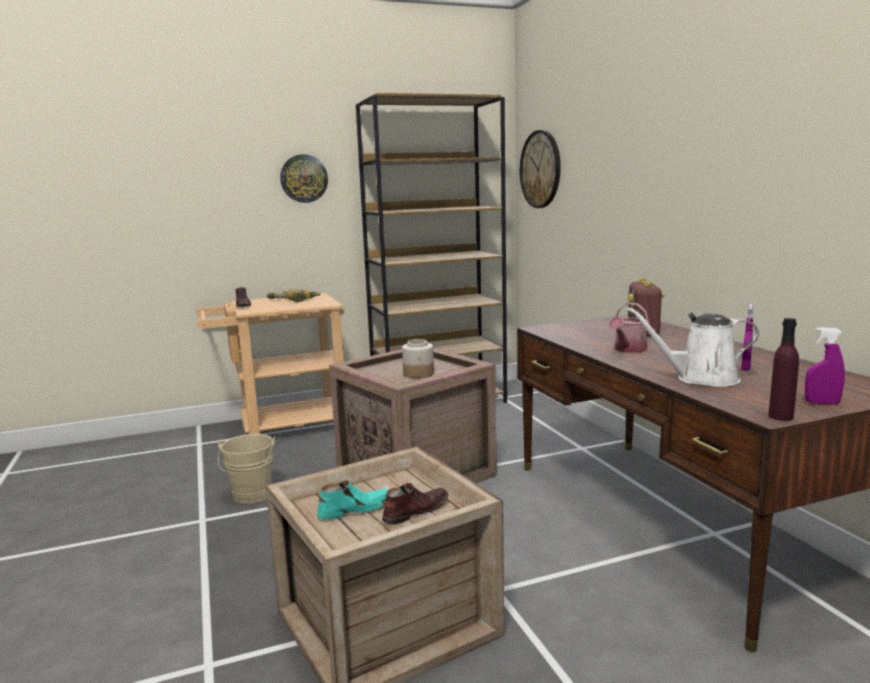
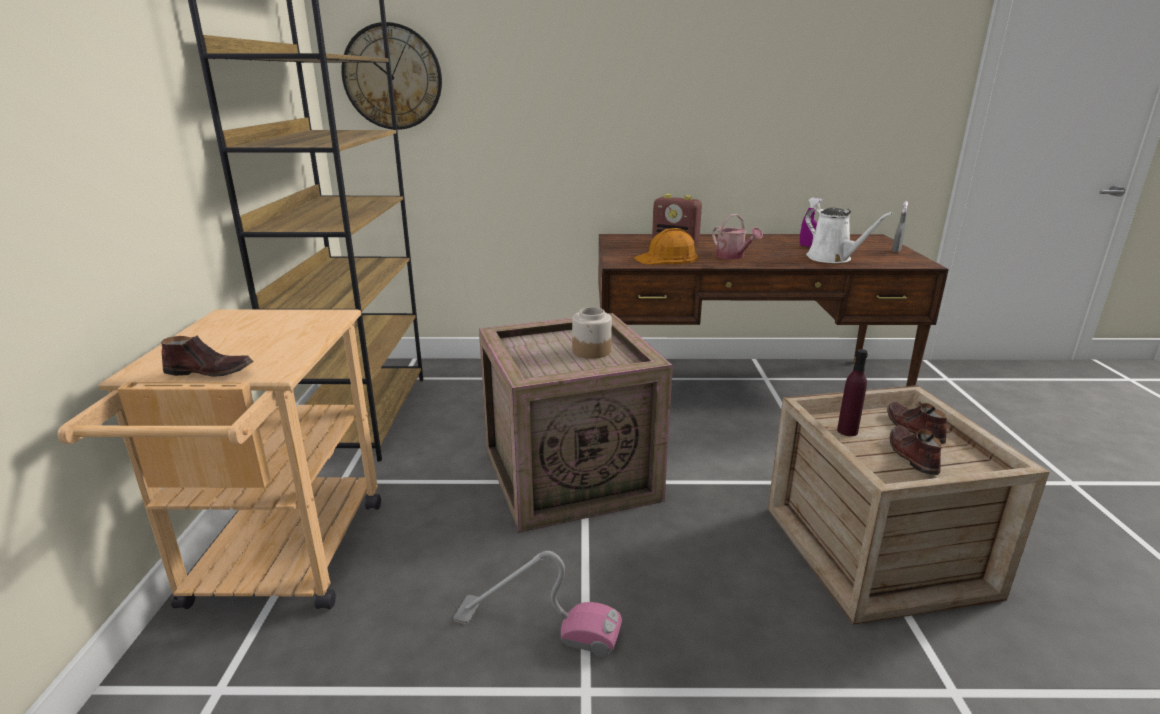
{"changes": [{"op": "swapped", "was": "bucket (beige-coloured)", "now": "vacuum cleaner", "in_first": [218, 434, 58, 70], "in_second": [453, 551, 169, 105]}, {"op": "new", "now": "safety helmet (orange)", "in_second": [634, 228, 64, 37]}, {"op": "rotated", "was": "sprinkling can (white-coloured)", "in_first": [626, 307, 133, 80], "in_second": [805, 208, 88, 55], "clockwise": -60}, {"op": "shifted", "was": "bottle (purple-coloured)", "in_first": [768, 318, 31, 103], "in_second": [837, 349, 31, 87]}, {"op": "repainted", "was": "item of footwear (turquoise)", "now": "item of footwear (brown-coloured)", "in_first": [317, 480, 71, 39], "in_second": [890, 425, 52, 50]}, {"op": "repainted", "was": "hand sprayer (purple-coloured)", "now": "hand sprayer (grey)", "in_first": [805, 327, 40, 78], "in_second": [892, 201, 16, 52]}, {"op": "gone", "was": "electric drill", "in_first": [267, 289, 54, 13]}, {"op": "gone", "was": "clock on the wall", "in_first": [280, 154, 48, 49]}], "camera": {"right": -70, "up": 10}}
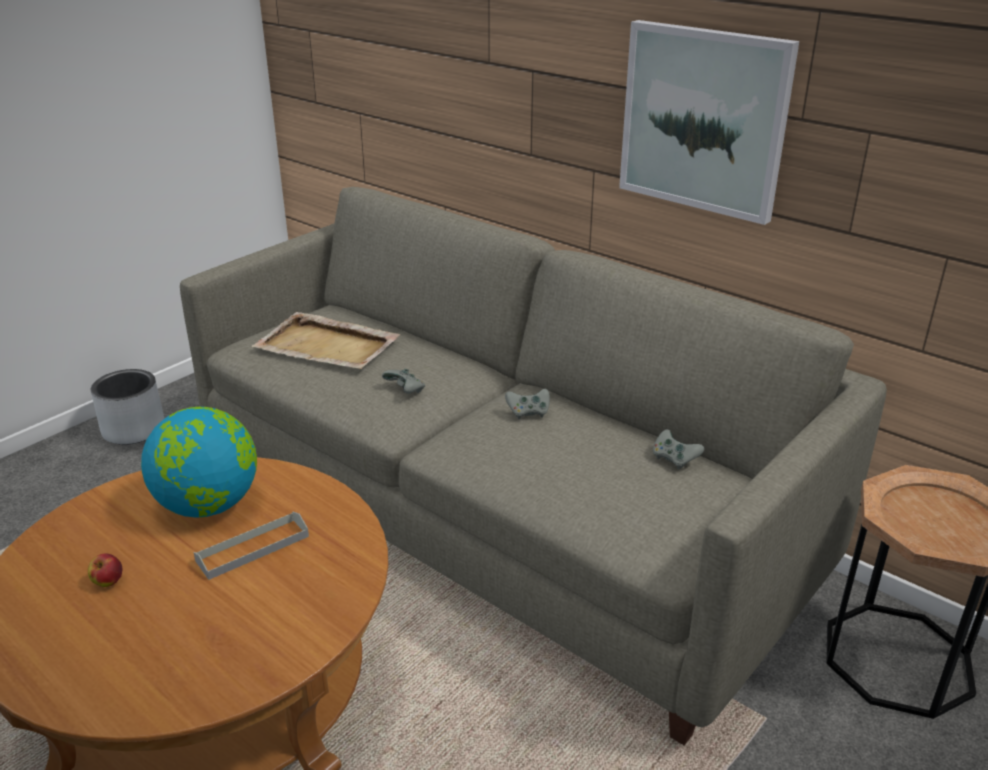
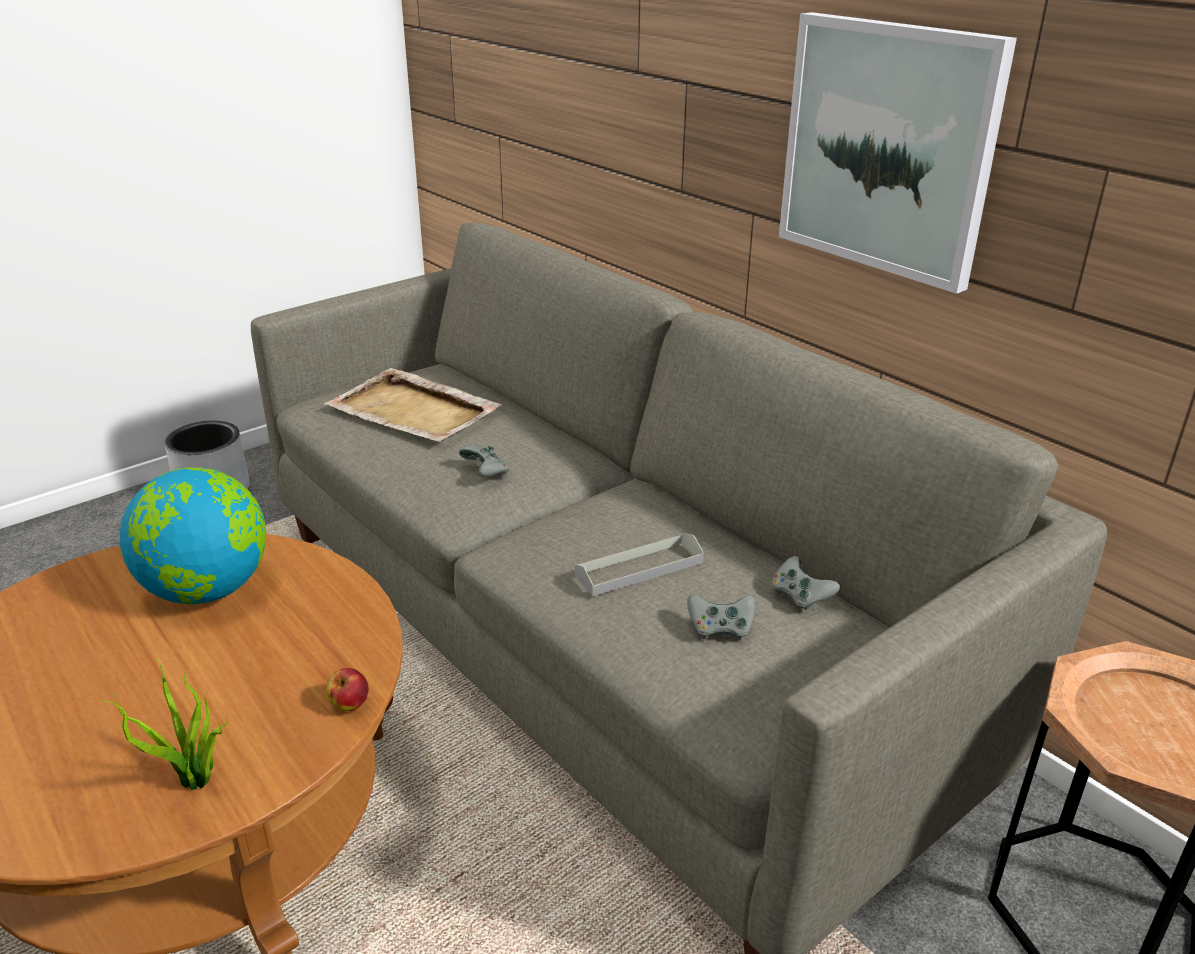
{"changes": [{"op": "new", "now": "potted plant", "in_second": [101, 657, 127, 133]}, {"op": "shifted", "was": "whole apple", "in_first": [88, 553, 35, 34], "in_second": [326, 668, 43, 43]}, {"op": "shifted", "was": "carrying tray (grey)", "in_first": [194, 512, 115, 68], "in_second": [575, 533, 129, 63]}, {"op": "shifted", "was": "gamepad (grey)", "in_first": [505, 389, 45, 30], "in_second": [687, 594, 68, 46]}], "camera": {"right": 10, "up": 0}}
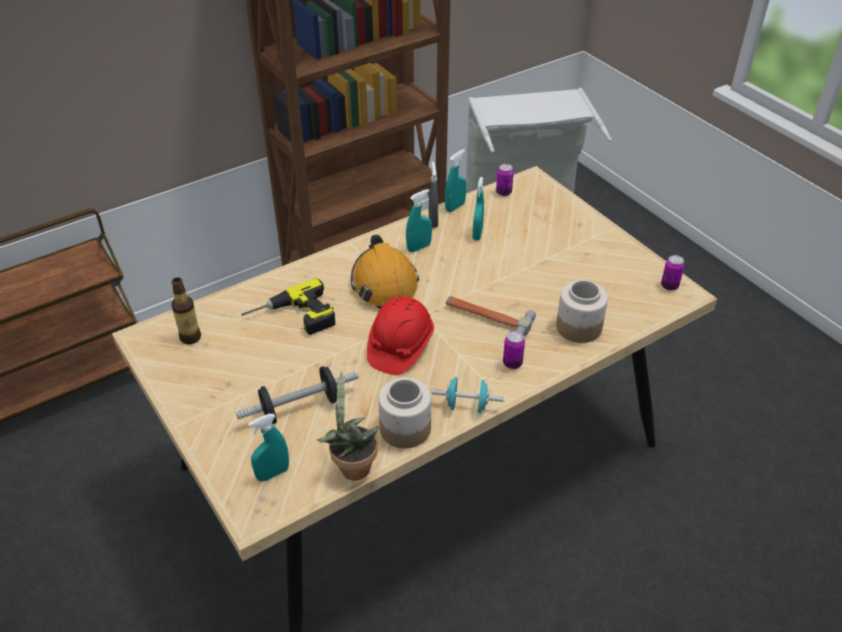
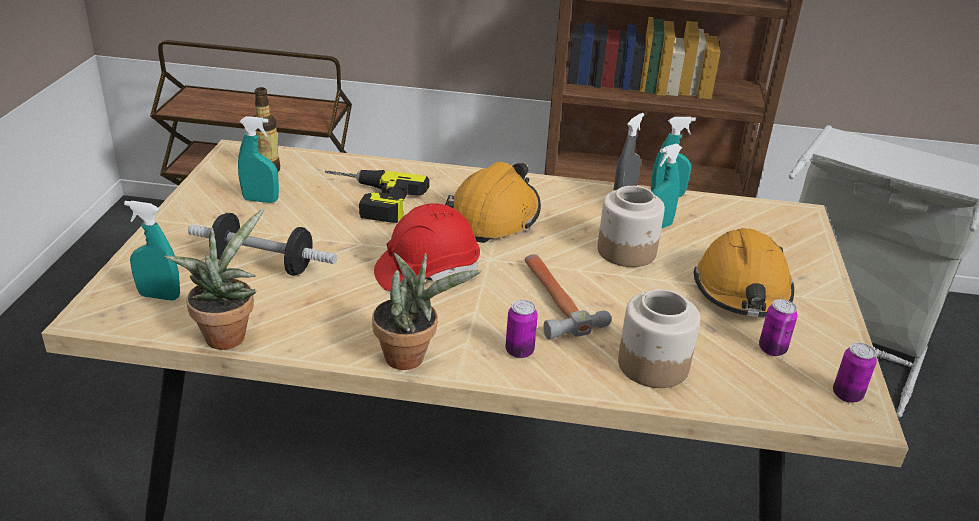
{"changes": [{"op": "shifted", "was": "hand sprayer (turquoise)", "in_first": [406, 189, 26, 63], "in_second": [238, 116, 41, 87]}, {"op": "swapped", "was": "hand weight (turquoise)", "now": "potted plant", "in_first": [432, 377, 72, 36], "in_second": [372, 252, 109, 118]}, {"op": "shifted", "was": "storage jar", "in_first": [378, 378, 53, 70], "in_second": [597, 186, 68, 81]}, {"op": "new", "now": "safety helmet (orange)", "in_second": [693, 228, 101, 89]}, {"op": "shifted", "was": "can", "in_first": [496, 164, 18, 32], "in_second": [759, 299, 39, 57]}], "camera": {"right": 40, "up": -10}}
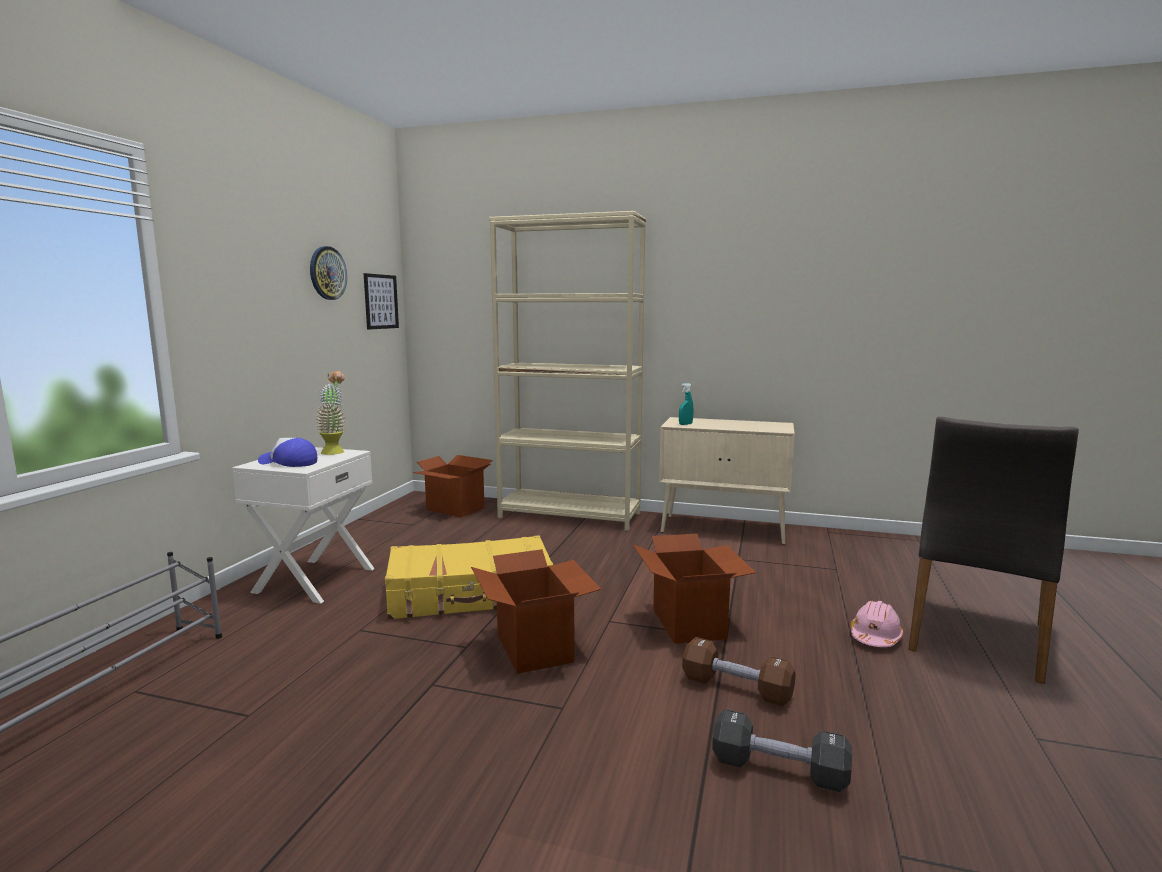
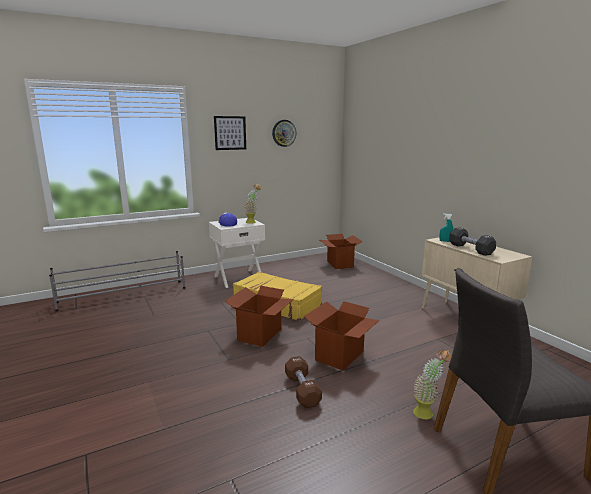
{"changes": [{"op": "shifted", "was": "wall art", "in_first": [364, 273, 35, 57], "in_second": [214, 116, 32, 34]}, {"op": "swapped", "was": "safety helmet (pinkish)", "now": "potted plant", "in_first": [851, 601, 52, 46], "in_second": [413, 350, 39, 69]}, {"op": "shifted", "was": "hand weight (black)", "in_first": [712, 709, 140, 83], "in_second": [449, 228, 47, 28]}, {"op": "gone", "was": "shelving unit (beige-coloured)", "in_first": [489, 211, 157, 320]}], "camera": {"right": 45, "up": 5}}
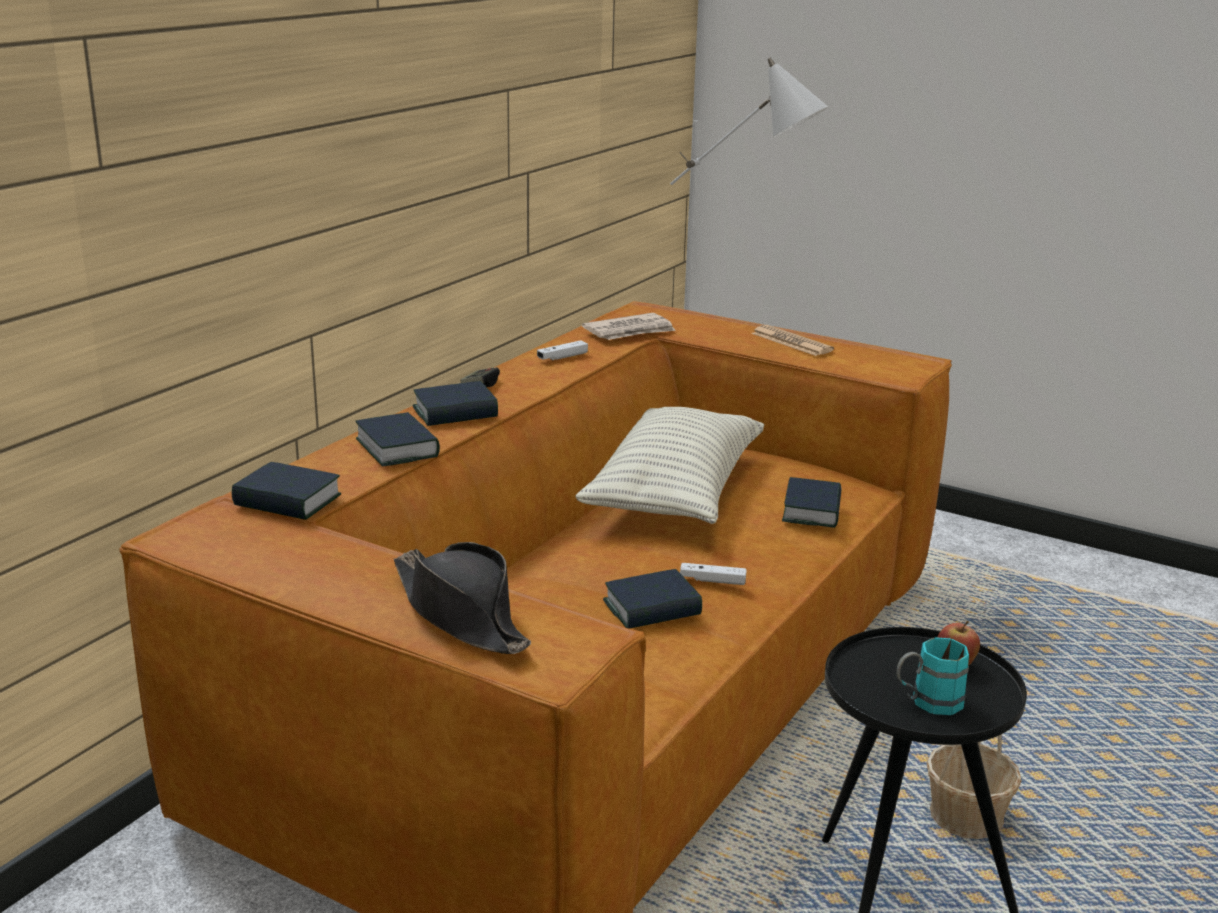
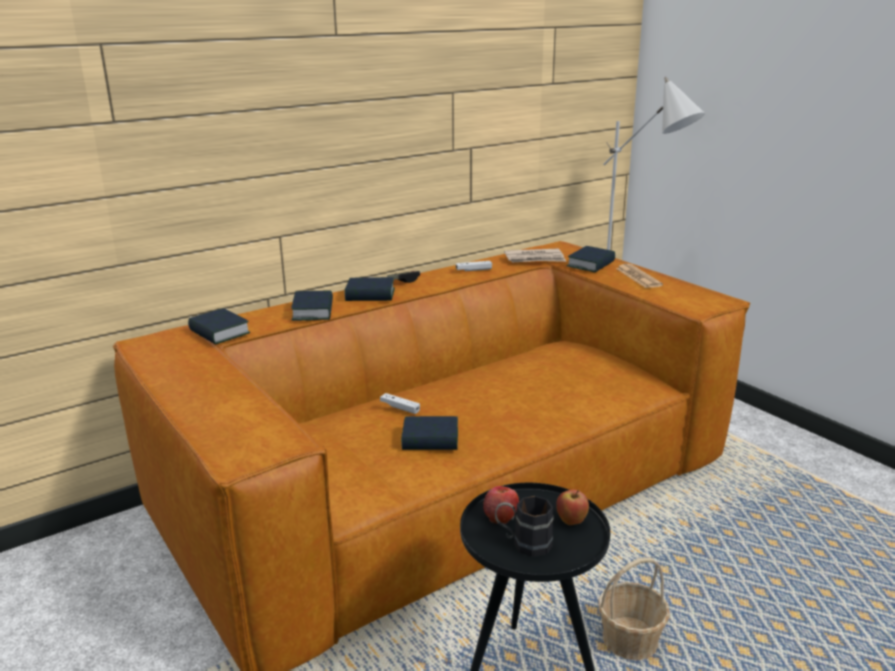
{"changes": [{"op": "shifted", "was": "gamepad (white-coloured)", "in_first": [680, 563, 67, 22], "in_second": [380, 393, 40, 21]}, {"op": "new", "now": "whole apple", "in_second": [483, 486, 36, 38]}, {"op": "repainted", "was": "mug (turquoise)", "now": "mug (black)", "in_first": [896, 637, 73, 78], "in_second": [495, 496, 59, 61]}, {"op": "shifted", "was": "volume", "in_first": [782, 477, 59, 51], "in_second": [567, 246, 48, 26]}, {"op": "gone", "was": "clothing hat (black)", "in_first": [394, 542, 137, 112]}, {"op": "gone", "was": "cushion", "in_first": [575, 407, 189, 117]}], "camera": {"right": 25, "up": 0}}
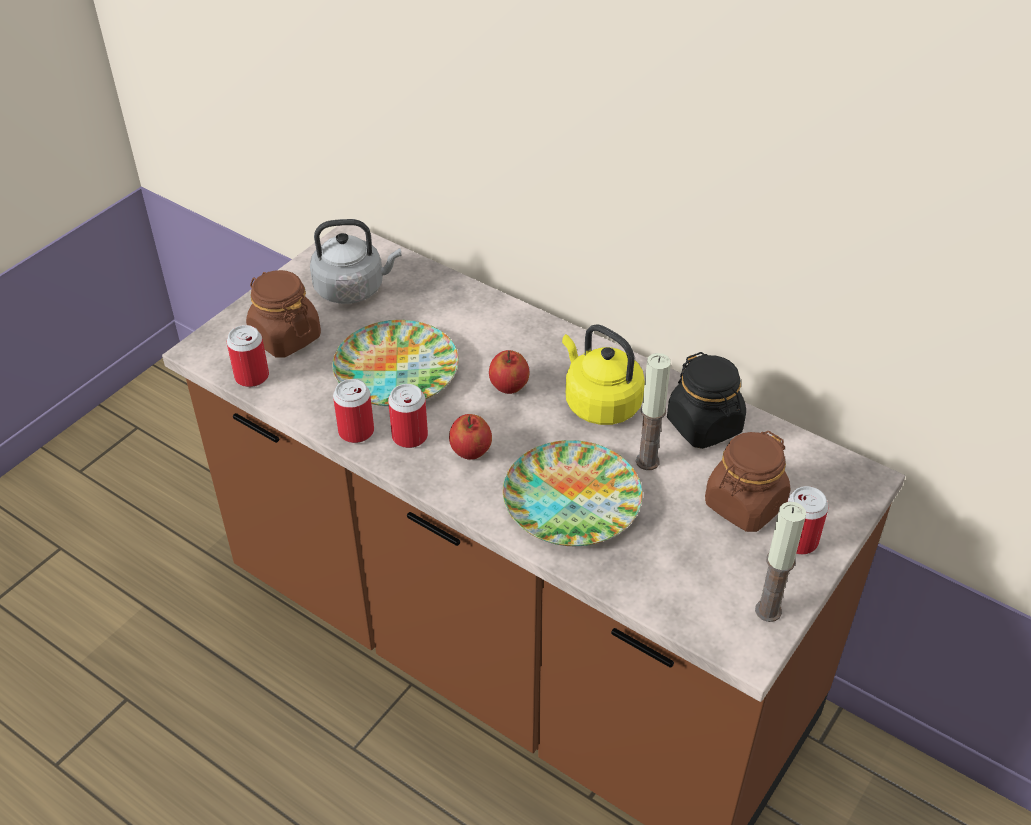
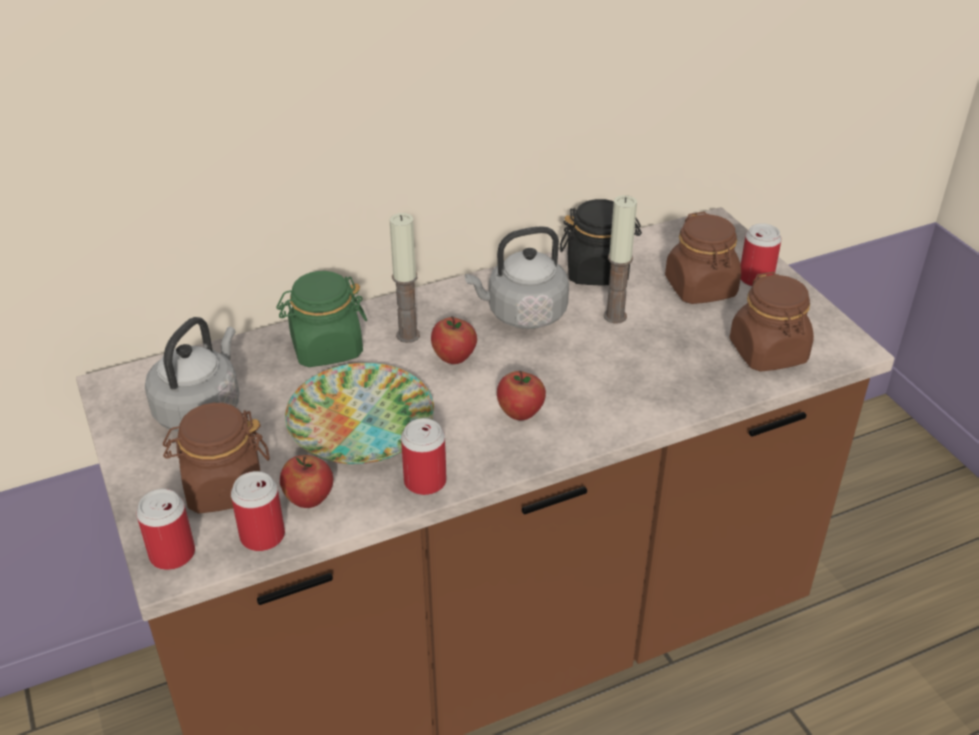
{"changes": [{"op": "shifted", "was": "can", "in_first": [388, 384, 40, 64], "in_second": [136, 489, 59, 81]}, {"op": "new", "now": "storage jar (green)", "in_second": [276, 271, 91, 96]}, {"op": "new", "now": "whole apple", "in_second": [280, 455, 53, 53]}, {"op": "shifted", "was": "wax light", "in_first": [755, 502, 51, 120], "in_second": [390, 213, 30, 130]}, {"op": "repainted", "was": "tea kettle (yellow-coloured)", "now": "tea kettle (grey)", "in_first": [562, 324, 83, 101], "in_second": [465, 226, 104, 103]}, {"op": "new", "now": "storage jar (brown-coloured)", "in_second": [730, 272, 84, 100]}, {"op": "gone", "was": "plate", "in_first": [503, 440, 140, 106]}], "camera": {"right": -60, "up": -5}}
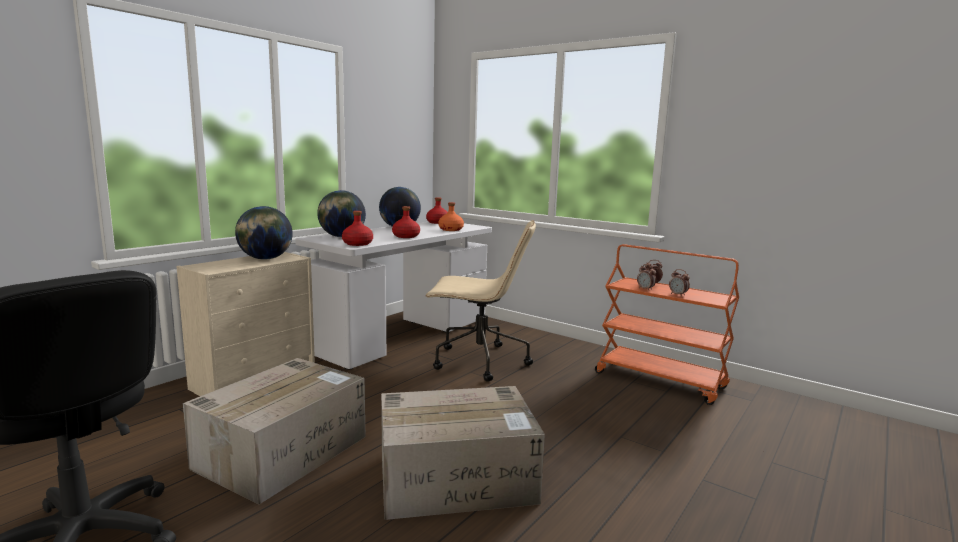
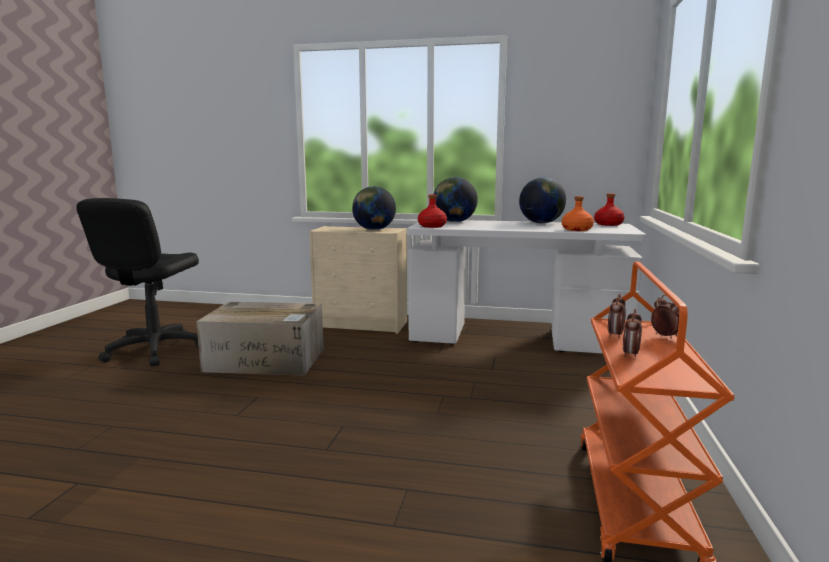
{"changes": [{"op": "gone", "was": "packing box", "in_first": [381, 386, 164, 134]}, {"op": "gone", "was": "bottle (red)", "in_first": [392, 206, 28, 32]}, {"op": "gone", "was": "desk chair (beige-coloured)", "in_first": [425, 220, 111, 162]}], "camera": {"right": 65, "up": 0}}
